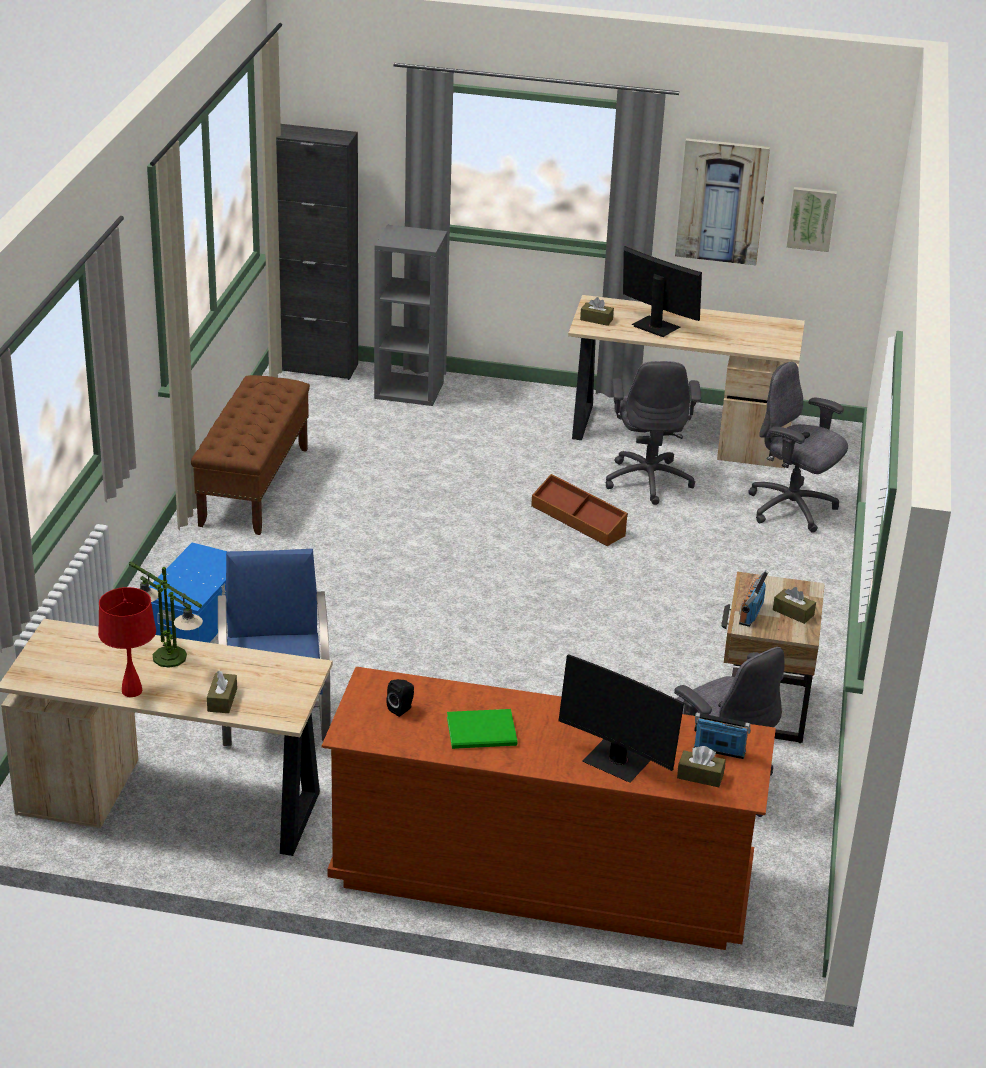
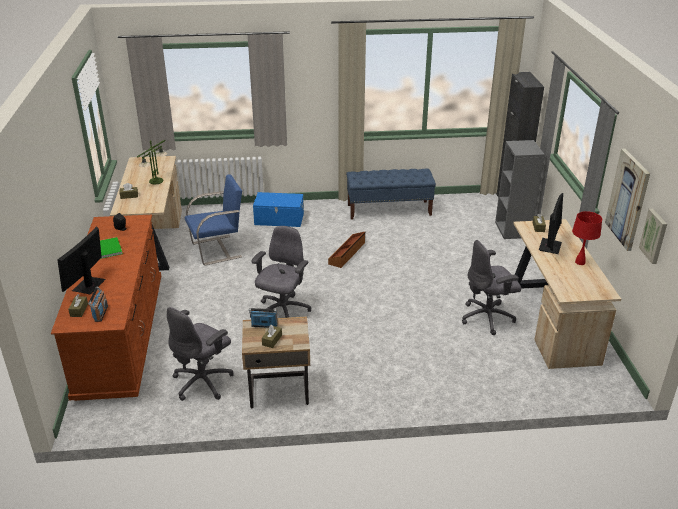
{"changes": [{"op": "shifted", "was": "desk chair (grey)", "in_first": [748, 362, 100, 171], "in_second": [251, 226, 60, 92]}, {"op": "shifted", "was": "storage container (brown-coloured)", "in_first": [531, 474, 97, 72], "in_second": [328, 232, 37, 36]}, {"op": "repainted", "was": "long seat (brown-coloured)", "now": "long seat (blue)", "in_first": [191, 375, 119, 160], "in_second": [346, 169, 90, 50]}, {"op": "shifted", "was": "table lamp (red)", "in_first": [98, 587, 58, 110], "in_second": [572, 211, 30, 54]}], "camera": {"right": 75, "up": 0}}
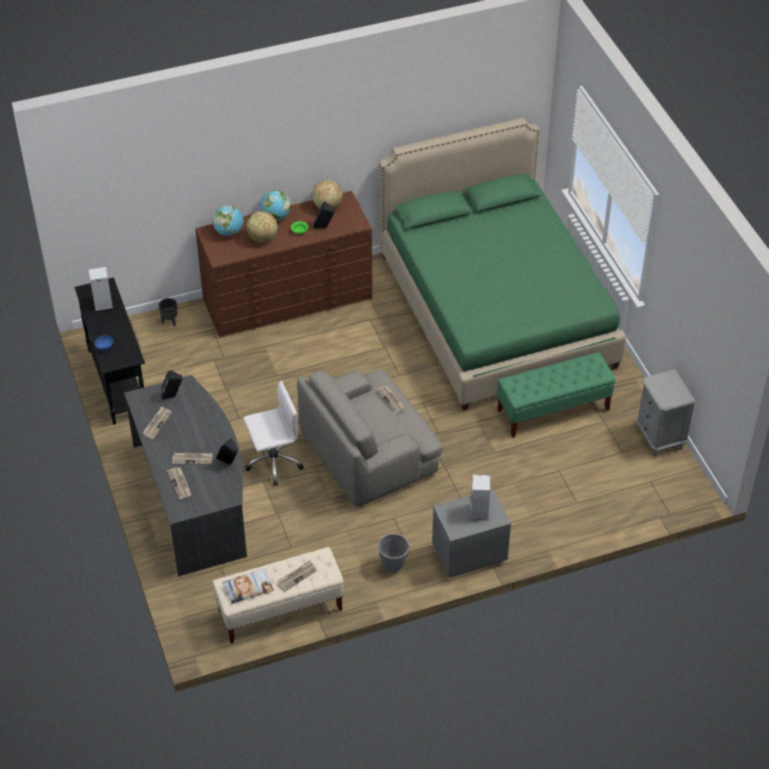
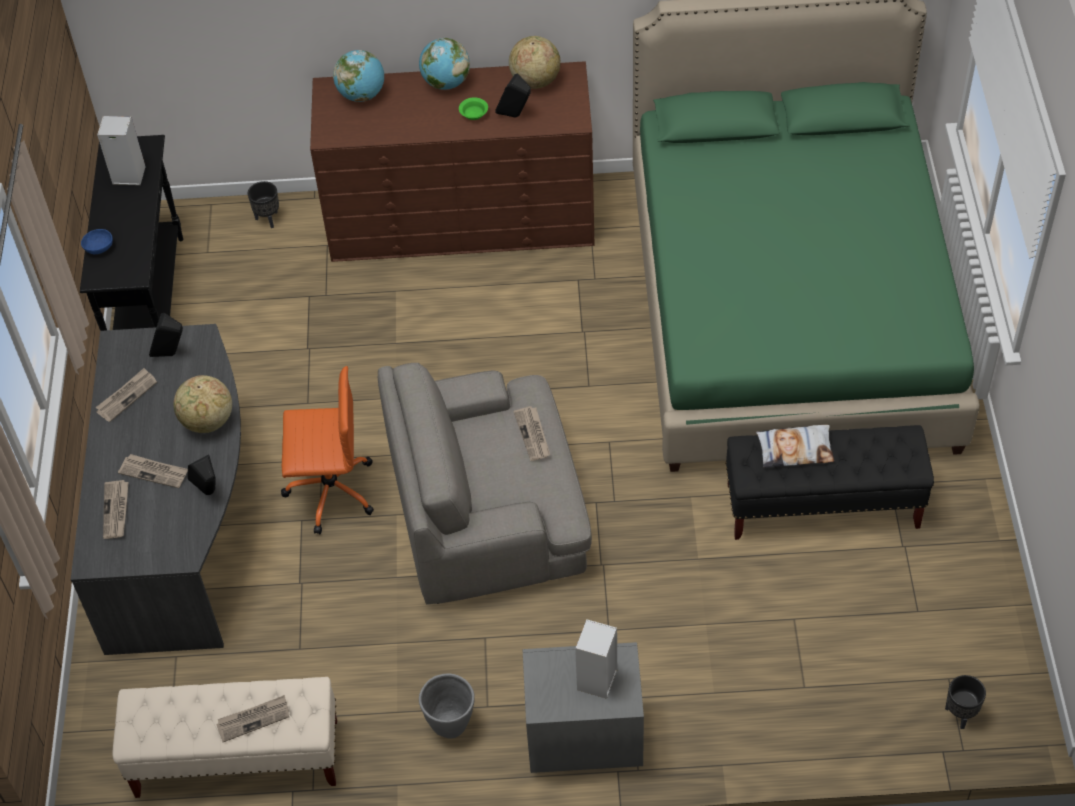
{"changes": [{"op": "shifted", "was": "desk globe", "in_first": [246, 211, 32, 32], "in_second": [173, 375, 59, 58]}, {"op": "repainted", "was": "desk chair (white-coloured)", "now": "desk chair (orange)", "in_first": [243, 380, 61, 106], "in_second": [281, 366, 93, 168]}, {"op": "repainted", "was": "long seat (green)", "now": "long seat (black)", "in_first": [497, 352, 119, 86], "in_second": [725, 425, 209, 115]}, {"op": "shifted", "was": "cushion", "in_first": [222, 568, 52, 36], "in_second": [756, 425, 78, 43]}, {"op": "new", "now": "plant pot (black)", "in_second": [945, 675, 41, 54]}, {"op": "gone", "was": "night table (grey)", "in_first": [636, 369, 60, 88]}], "camera": {"right": 20, "up": 5}}
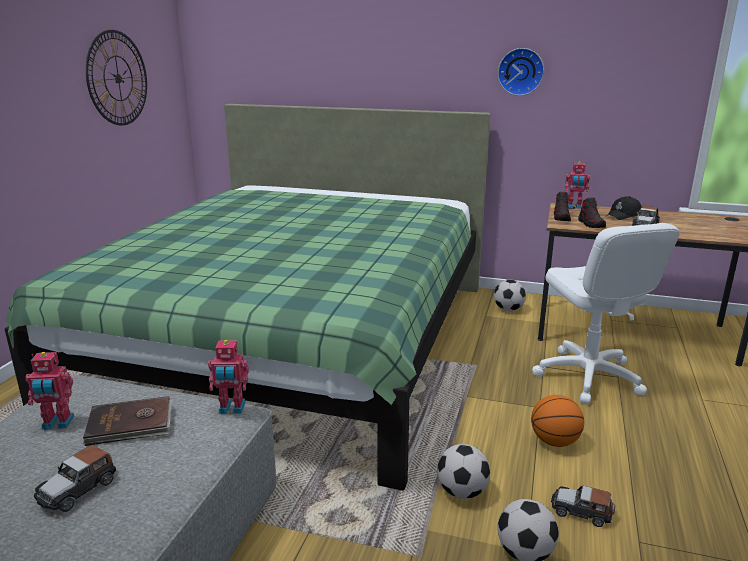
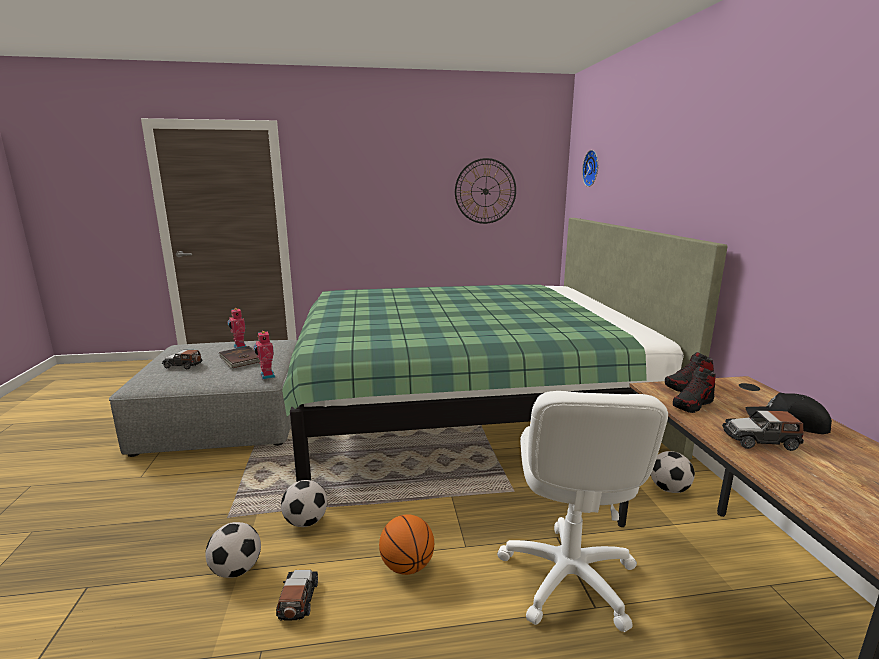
{"changes": [{"op": "rotated", "was": "desk chair (white-coloured)", "in_first": [532, 223, 148, 181], "in_second": [497, 391, 171, 241], "clockwise": -45}, {"op": "shifted", "was": "clock on the wall", "in_first": [498, 48, 46, 48], "in_second": [582, 150, 16, 37]}, {"op": "gone", "was": "model robot", "in_first": [565, 161, 25, 48]}], "camera": {"right": 65, "up": -5}}
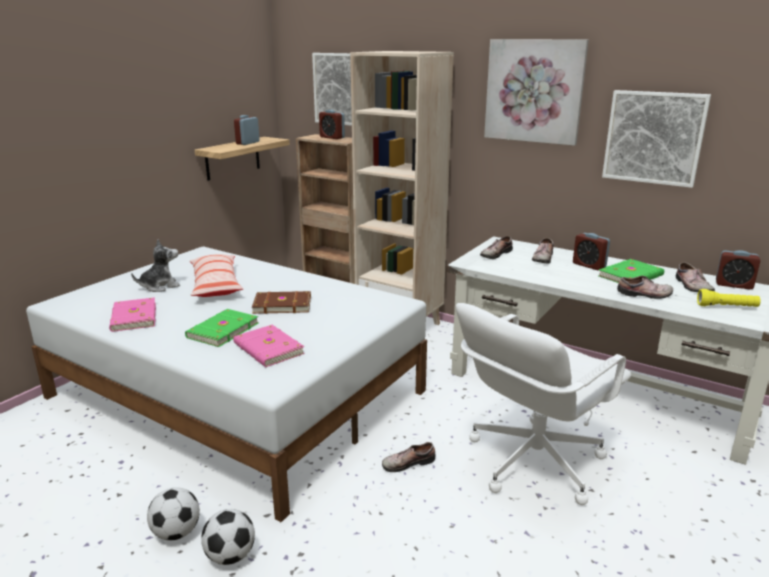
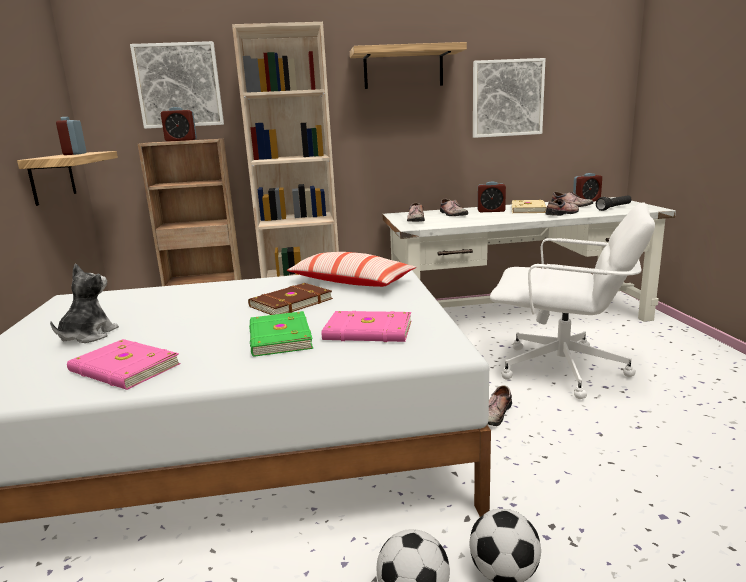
{"changes": [{"op": "shifted", "was": "cushion", "in_first": [190, 254, 53, 43], "in_second": [287, 252, 129, 35]}, {"op": "swapped", "was": "wall art", "now": "bracket shelf", "in_first": [484, 39, 105, 107], "in_second": [350, 42, 117, 47]}, {"op": "rotated", "was": "desk chair (white-coloured)", "in_first": [456, 303, 175, 202], "in_second": [490, 202, 165, 197], "clockwise": -75}, {"op": "repainted", "was": "volume (green)", "now": "volume (beige-coloured)", "in_first": [598, 259, 66, 24], "in_second": [512, 200, 35, 13]}, {"op": "repainted", "was": "flashlight (yellow-coloured)", "now": "flashlight (black)", "in_first": [697, 289, 64, 18], "in_second": [596, 195, 36, 16]}], "camera": {"right": -40, "up": -5}}
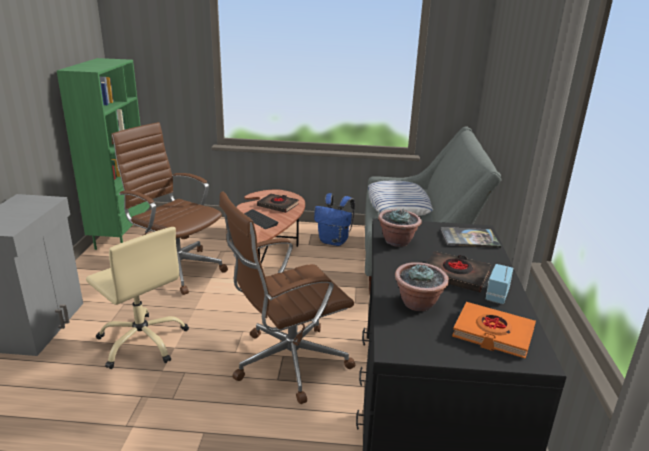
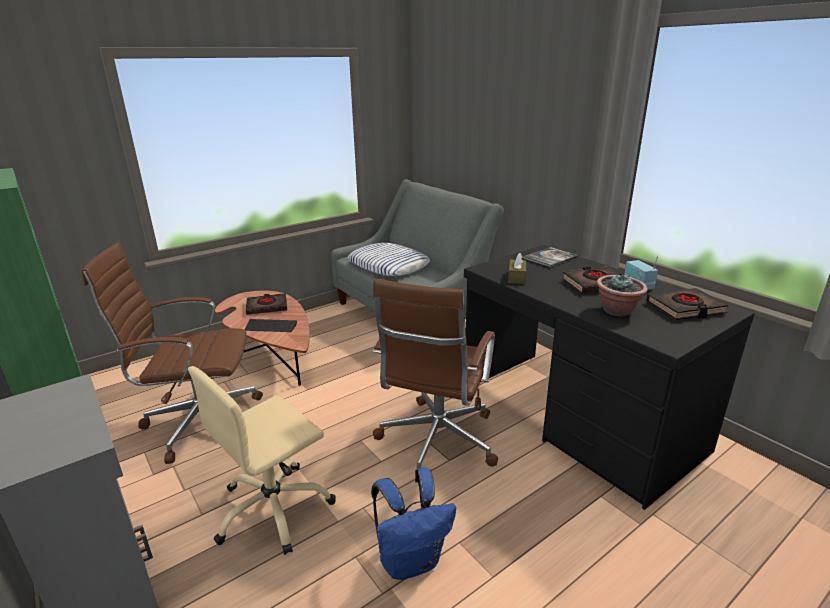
{"changes": [{"op": "rotated", "was": "desk chair (beige-coloured)", "in_first": [86, 227, 103, 142], "in_second": [188, 366, 148, 189], "clockwise": 135}, {"op": "shifted", "was": "backpack (blue)", "in_first": [314, 193, 41, 53], "in_second": [371, 468, 85, 112]}, {"op": "swapped", "was": "potted plant", "now": "tissue holder (brown-coloured)", "in_first": [378, 209, 44, 38], "in_second": [508, 253, 18, 31]}, {"op": "repainted", "was": "volume (orange)", "now": "volume (black)", "in_first": [452, 302, 84, 57], "in_second": [646, 288, 83, 32]}], "camera": {"right": -40, "up": 0}}
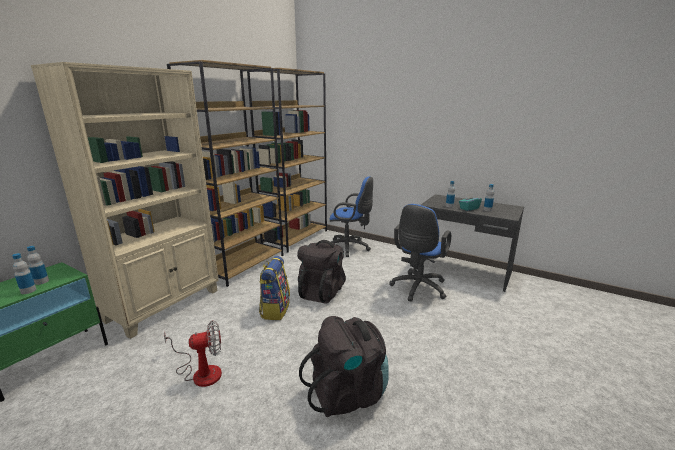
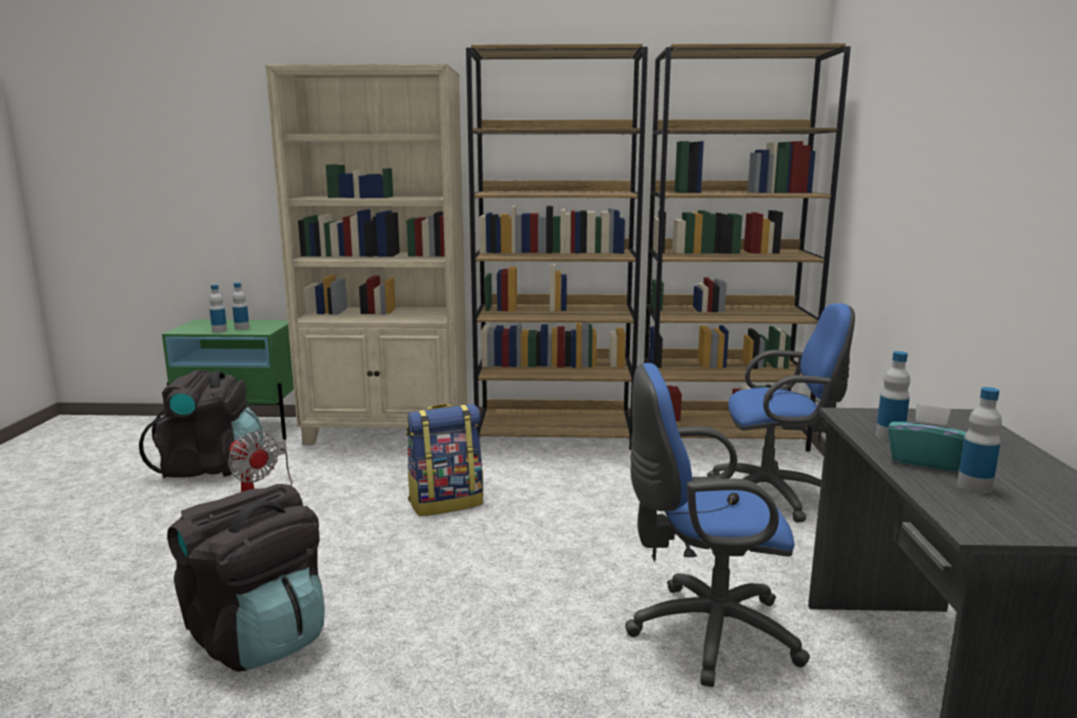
{"changes": [{"op": "shifted", "was": "backpack (black)", "in_first": [297, 240, 49, 64], "in_second": [139, 370, 124, 108]}, {"op": "rotated", "was": "desk chair (blue)", "in_first": [330, 176, 43, 81], "in_second": [707, 303, 148, 220], "clockwise": -75}], "camera": {"right": 60, "up": -5}}
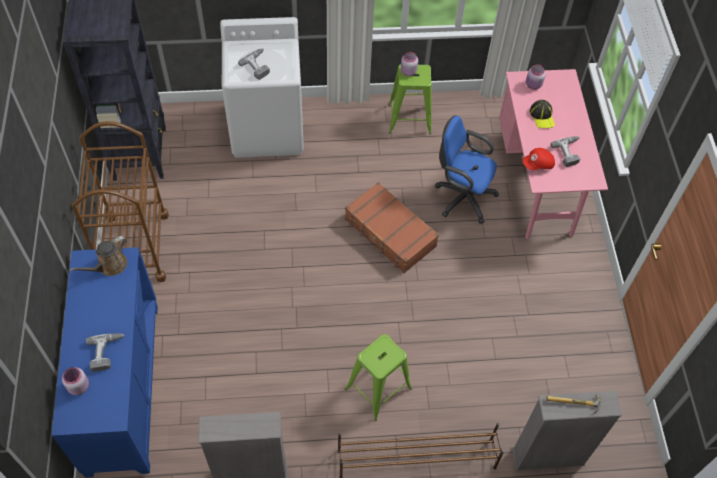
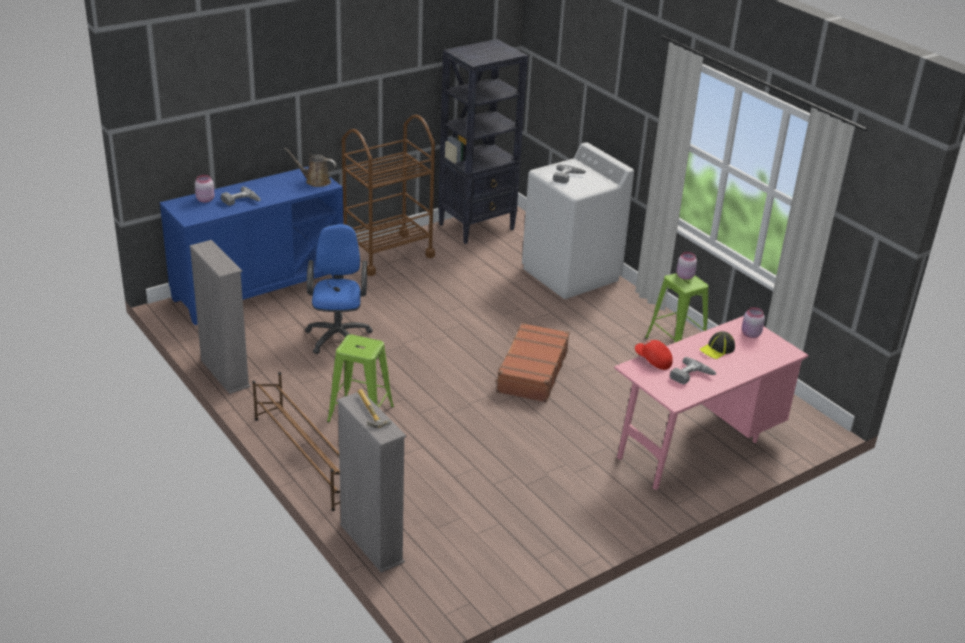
{"changes": [{"op": "shifted", "was": "desk chair (blue)", "in_first": [435, 115, 64, 109], "in_second": [305, 224, 68, 130]}], "camera": {"right": 60, "up": -25}}
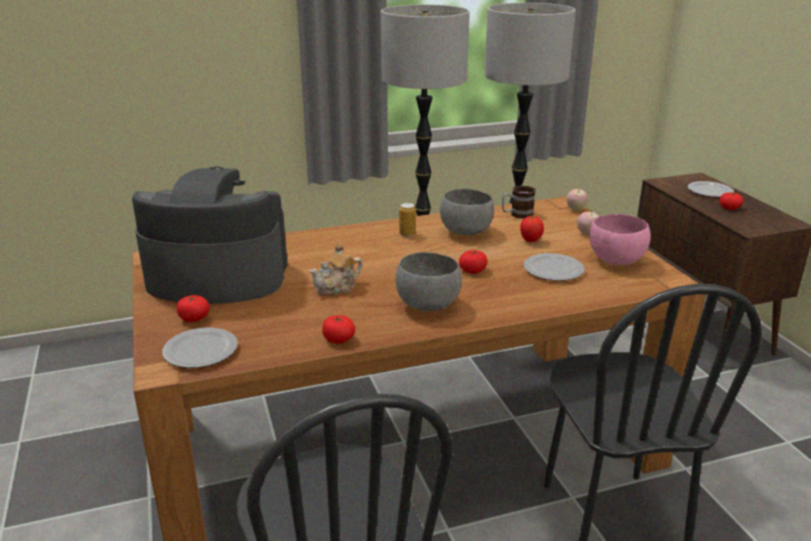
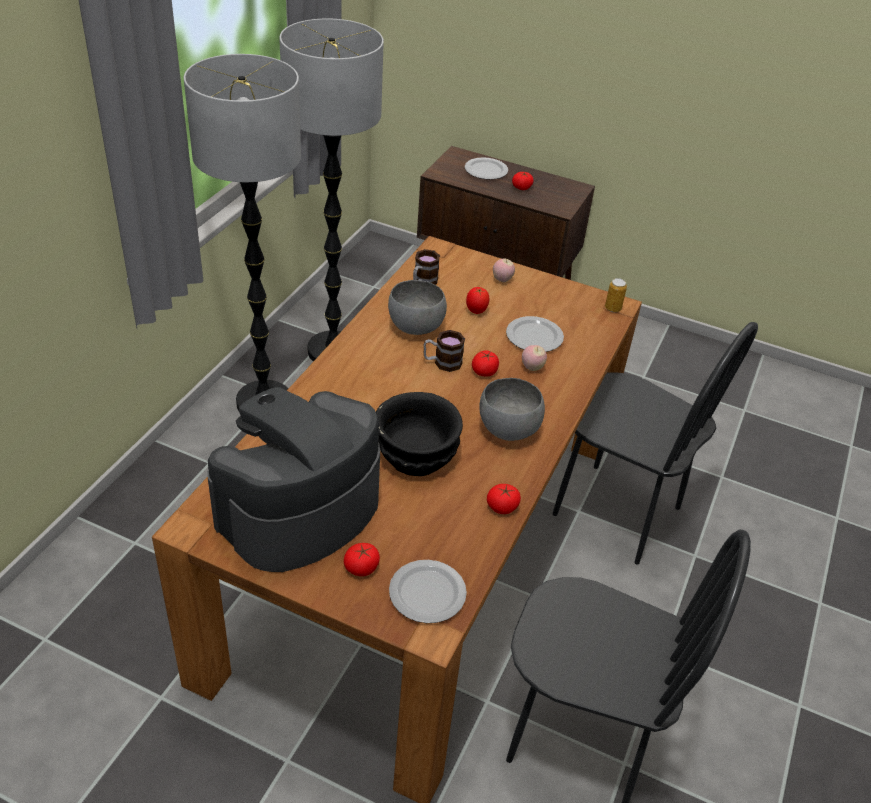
{"changes": [{"op": "swapped", "was": "teapot", "now": "serving bowl (black)", "in_first": [309, 243, 54, 53], "in_second": [376, 392, 87, 84]}, {"op": "new", "now": "mug", "in_second": [424, 330, 41, 42]}, {"op": "shifted", "was": "whole apple", "in_first": [567, 189, 21, 22], "in_second": [522, 345, 25, 26]}, {"op": "shifted", "was": "can", "in_first": [399, 203, 17, 34], "in_second": [605, 278, 22, 34]}, {"op": "gone", "was": "serving bowl (pinkish)", "in_first": [589, 214, 62, 51]}], "camera": {"right": -50, "up": 15}}
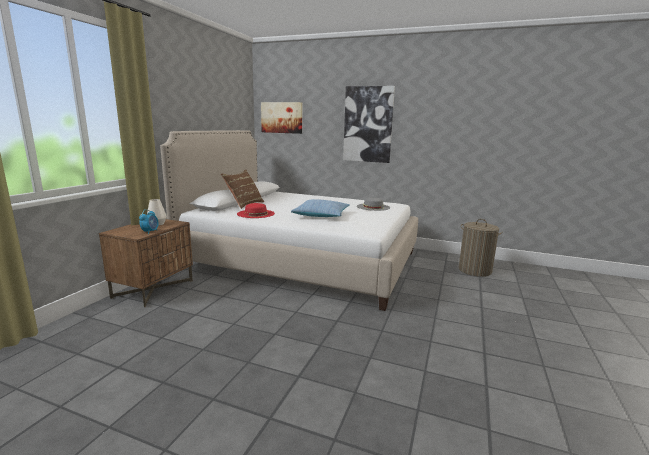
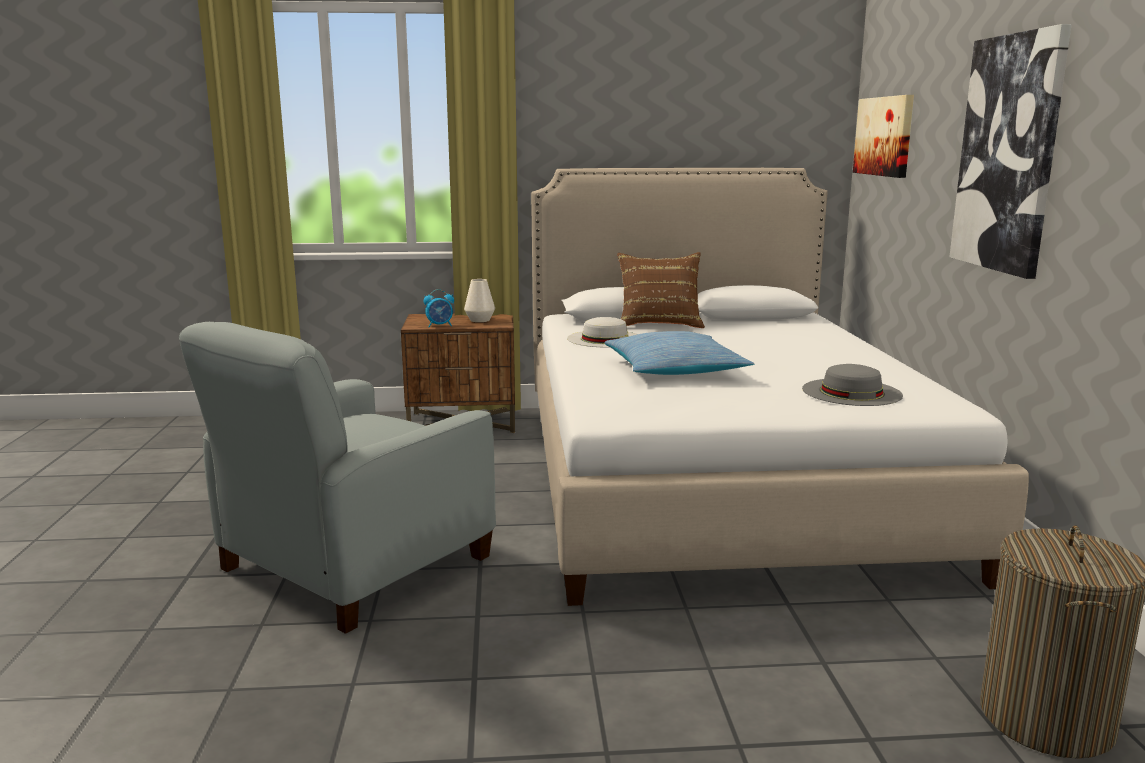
{"changes": [{"op": "new", "now": "lounge chair (grey)", "in_second": [179, 322, 317, 312]}, {"op": "repainted", "was": "clothing hat (red)", "now": "clothing hat (white-coloured)", "in_first": [237, 203, 38, 15], "in_second": [567, 317, 70, 30]}], "camera": {"right": 65, "up": 0}}
